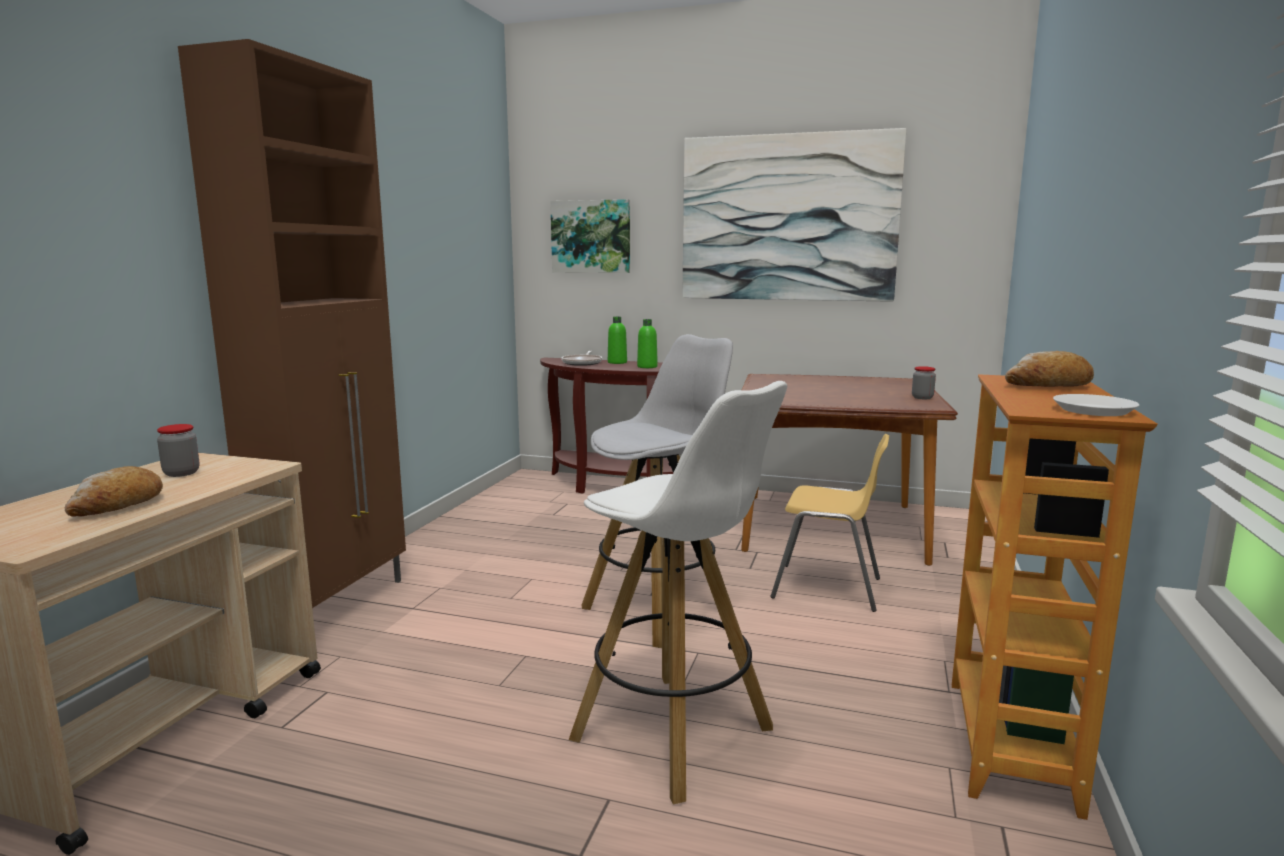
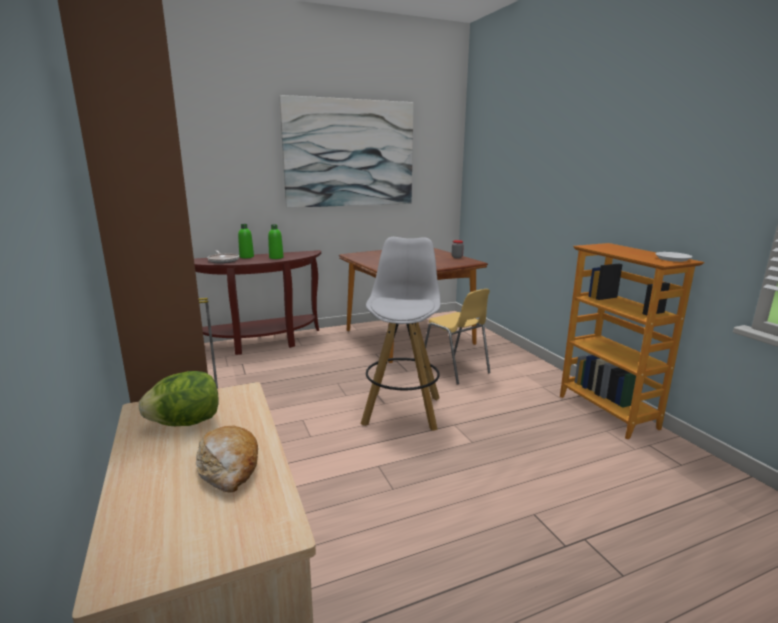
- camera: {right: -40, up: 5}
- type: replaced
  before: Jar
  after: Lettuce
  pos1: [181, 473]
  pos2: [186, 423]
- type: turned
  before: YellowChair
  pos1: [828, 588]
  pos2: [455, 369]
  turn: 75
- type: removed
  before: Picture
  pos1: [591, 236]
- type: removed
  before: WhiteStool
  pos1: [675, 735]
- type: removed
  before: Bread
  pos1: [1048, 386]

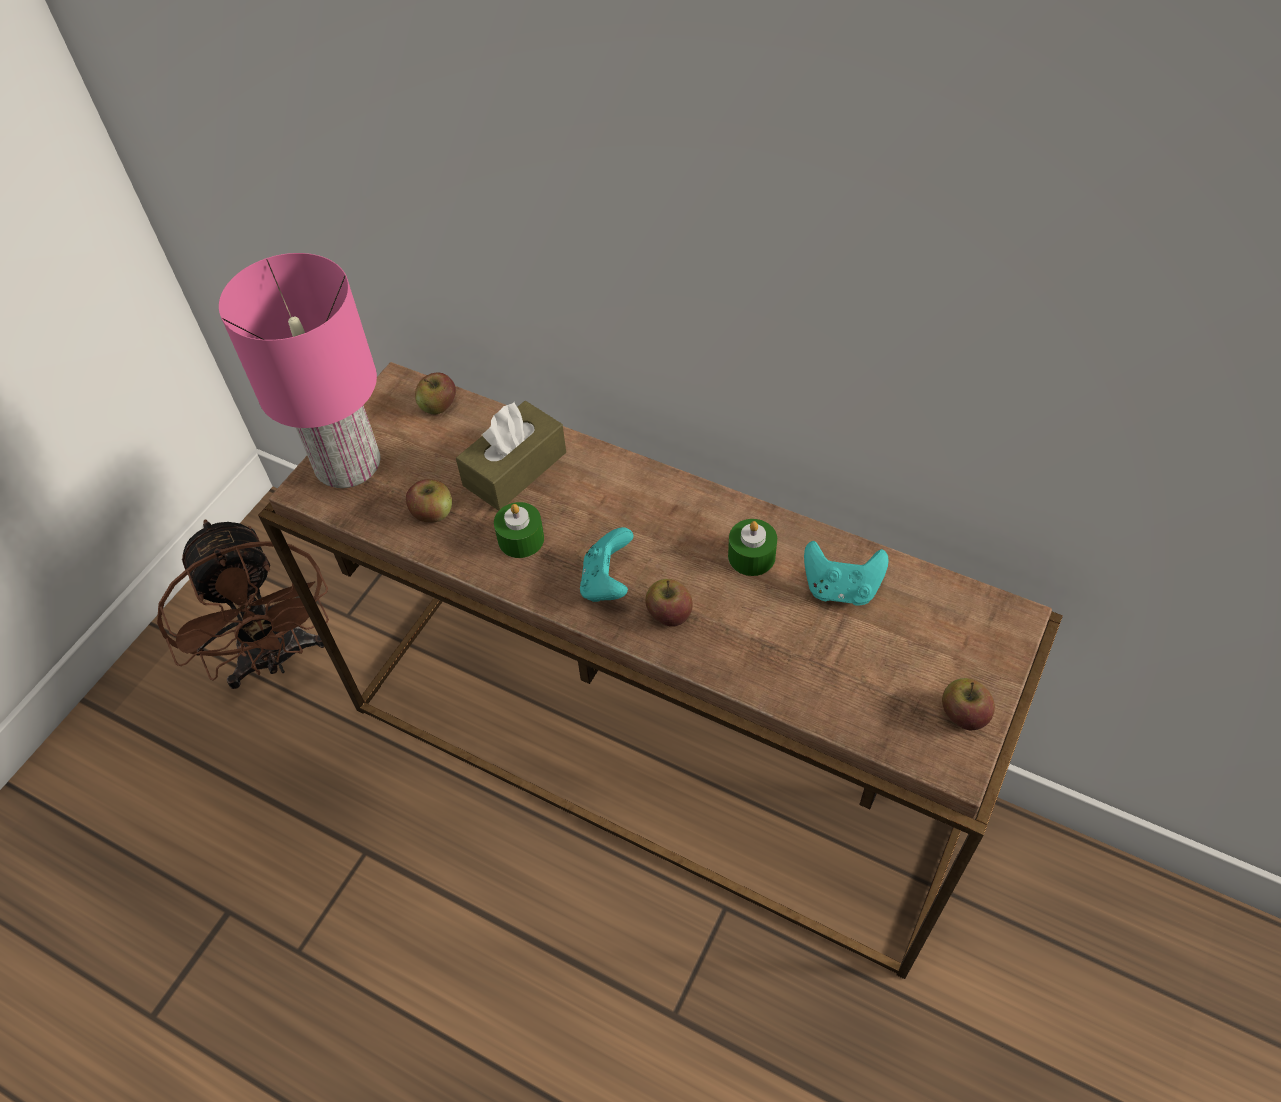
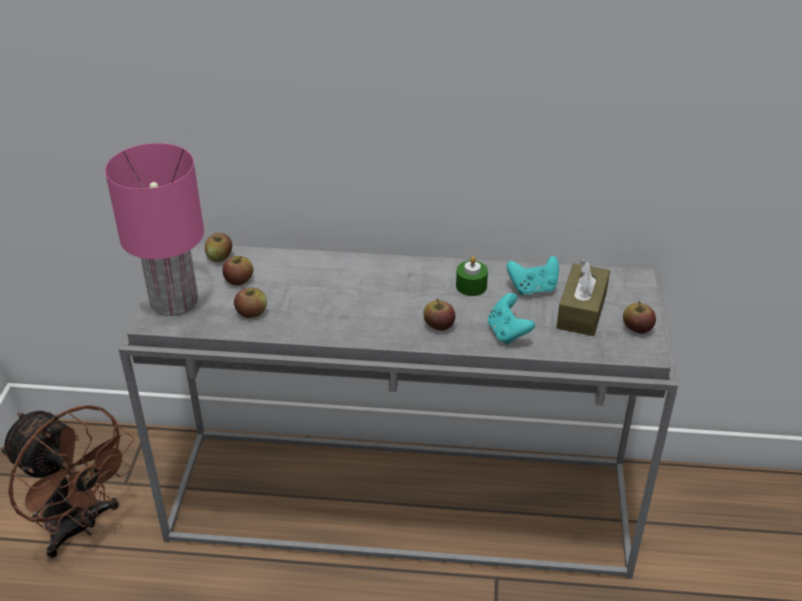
- camera: {right: -25, up: -15}
- type: recoloured
  before: BrownConsoleTable
  after: GreyConsoleTable
  pos1: [658, 752]
  pos2: [404, 500]
- type: added
  after: Apple
  pos2: [239, 280]
- type: moved
  before: TurquoiseGameController
  pos1: [607, 582]
  pos2: [507, 333]
- type: moved
  before: BrownTissueBox
  pos1: [515, 469]
  pos2: [581, 311]
- type: removed
  before: GreenCandle
  pos1: [521, 539]

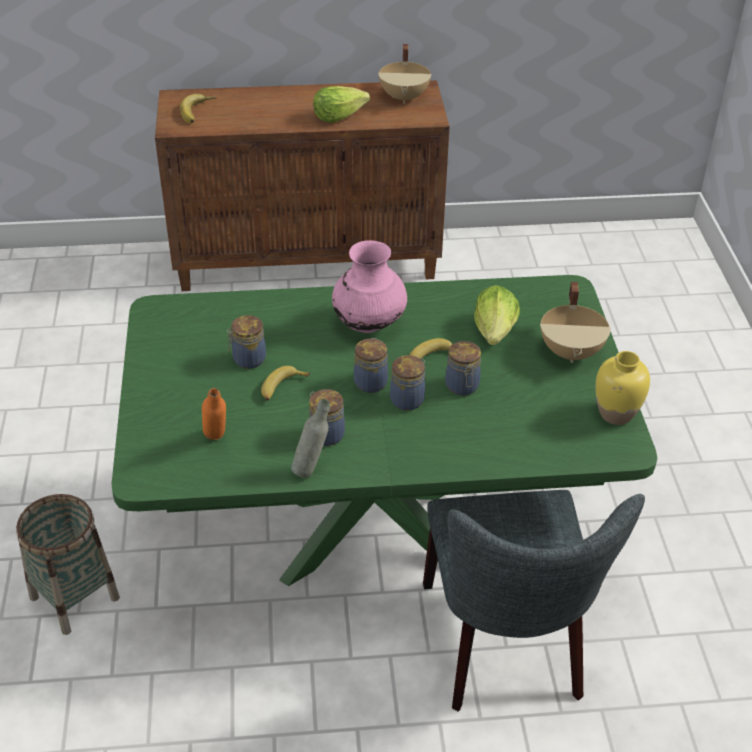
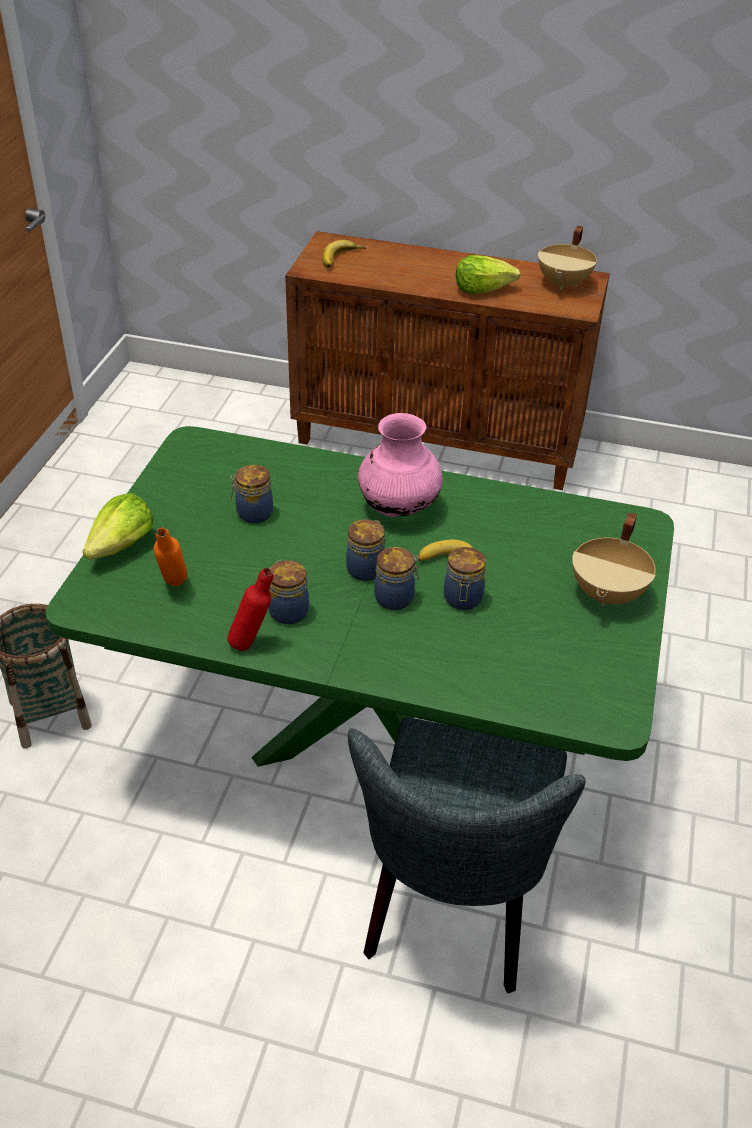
- camera: {right: 20, up: 0}
- type: moved
  before: Lettuce
  pos1: [495, 331]
  pos2: [122, 546]
- type: recoloured
  before: GreyBottle
  after: RedBottle
  pos1: [311, 469]
  pos2: [252, 643]
- type: removed
  before: Banana
  pos1: [281, 388]
- type: removed
  before: YellowVase
  pos1: [616, 414]

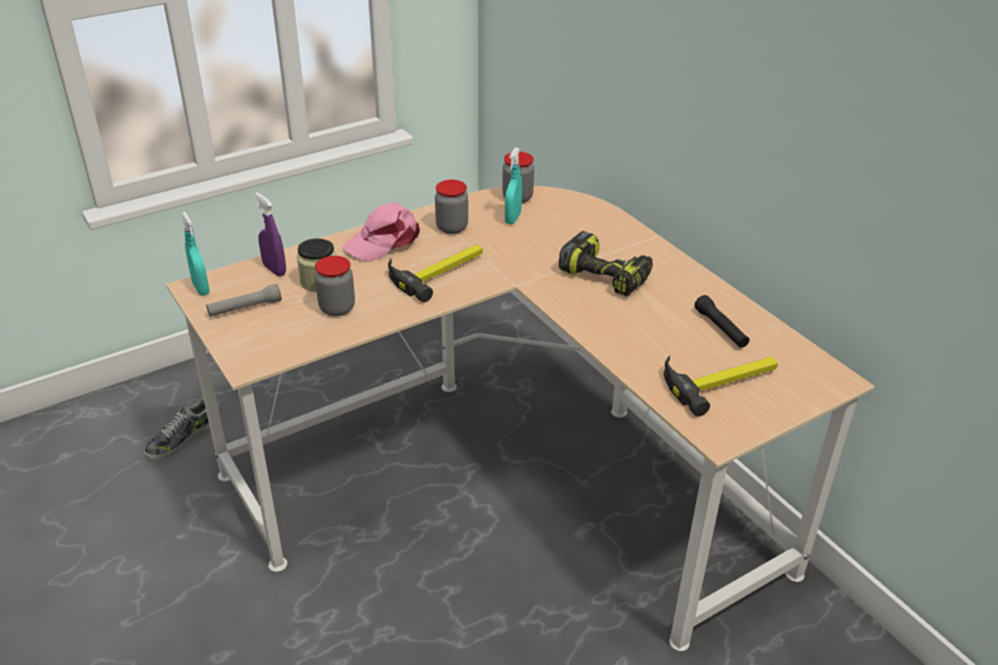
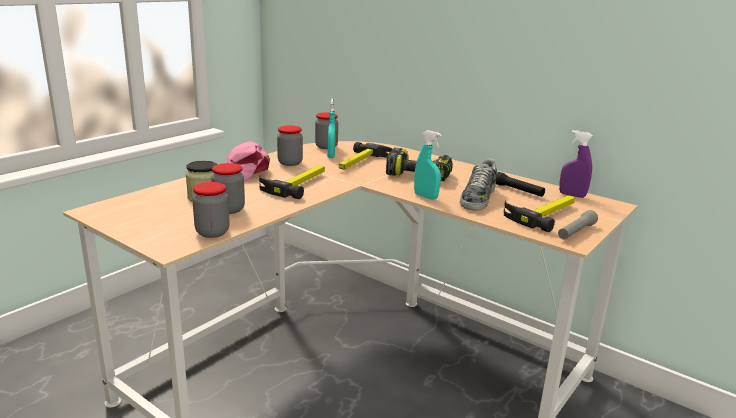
- camera: {right: -20, up: -15}
- type: added
  after: Jar
  pos2: [212, 232]
- type: added
  after: Hammer
  pos2: [361, 163]
- type: moved
  before: TurquoiseSprayBottle
  pos1: [201, 288]
  pos2: [426, 196]
- type: moved
  before: Shoe
  pos1: [182, 438]
  pos2: [477, 198]
- type: moved
  before: GreyFlashlight
  pos1: [245, 308]
  pos2: [576, 232]
- type: moved
  before: PurpleSprayBottle
  pos1: [274, 270]
  pos2: [572, 195]

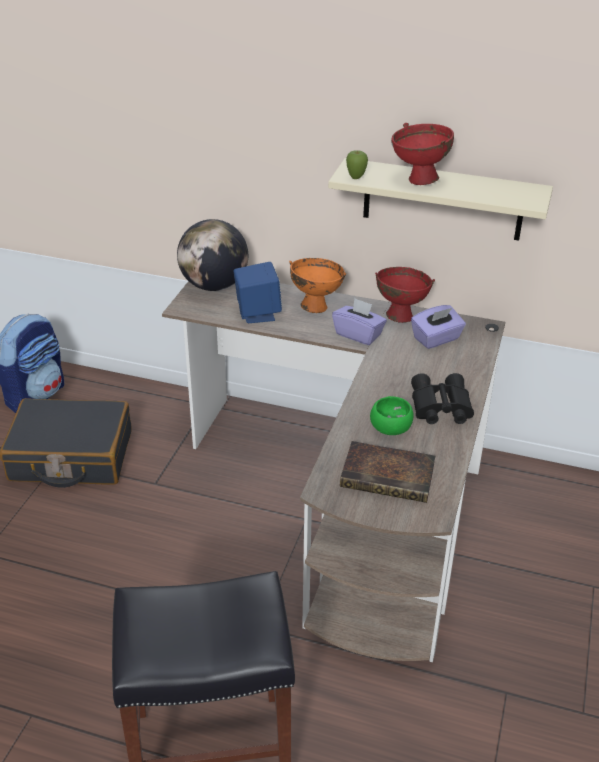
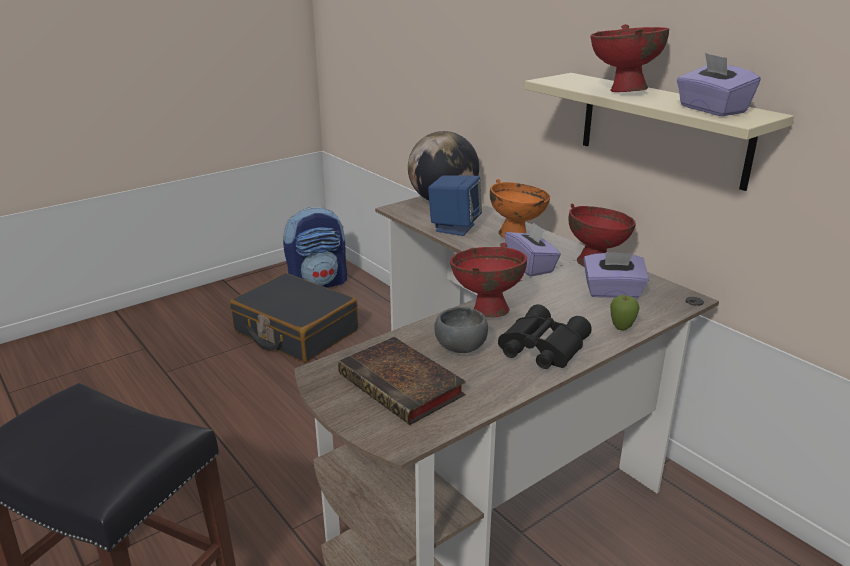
- camera: {right: 35, up: -10}
- type: recoloured
  before: GreenBowl
  after: GreyBowl
  pos1: [391, 429]
  pos2: [461, 348]
- type: added
  after: RedBowl
  pos2: [486, 311]
- type: moved
  before: Apple
  pos1: [356, 178]
  pos2: [621, 329]
- type: added
  after: PurpleTissueBox
  pos2: [711, 109]

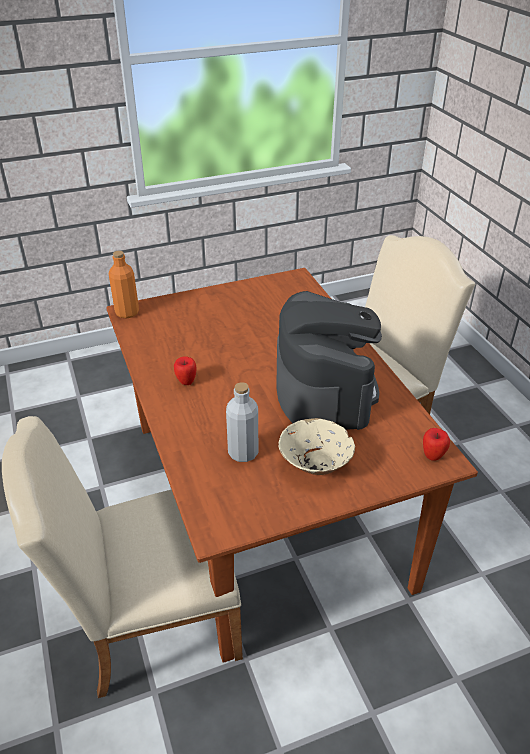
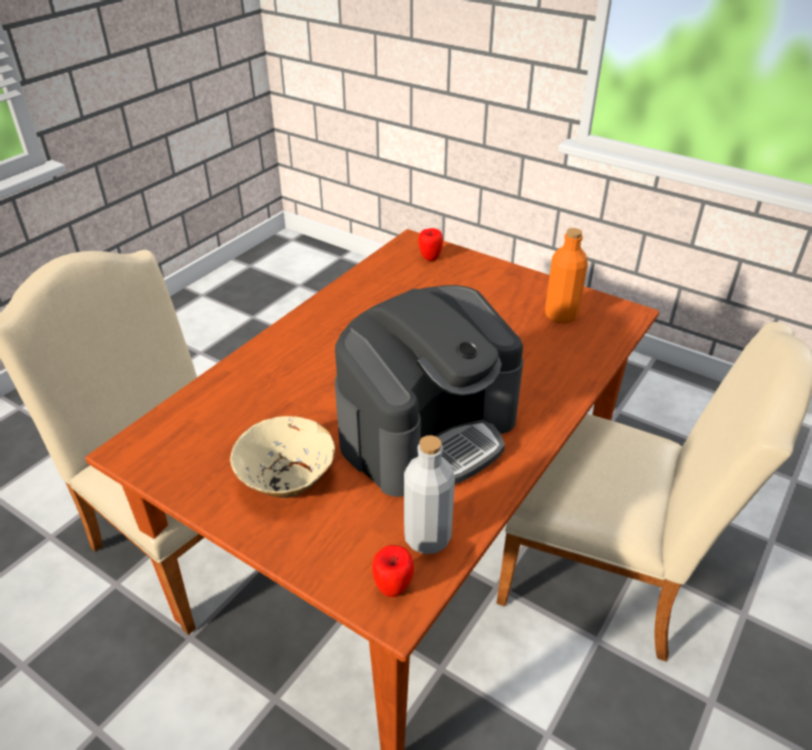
- camera: {right: 55, up: 0}
- type: moved
  before: GreyBottle
  pos1: [243, 453]
  pos2: [427, 537]
- type: moved
  before: Apple
  pos1: [186, 382]
  pos2: [430, 258]
- type: moved
  before: OrangeBottle
  pos1: [127, 312]
  pos2: [561, 315]

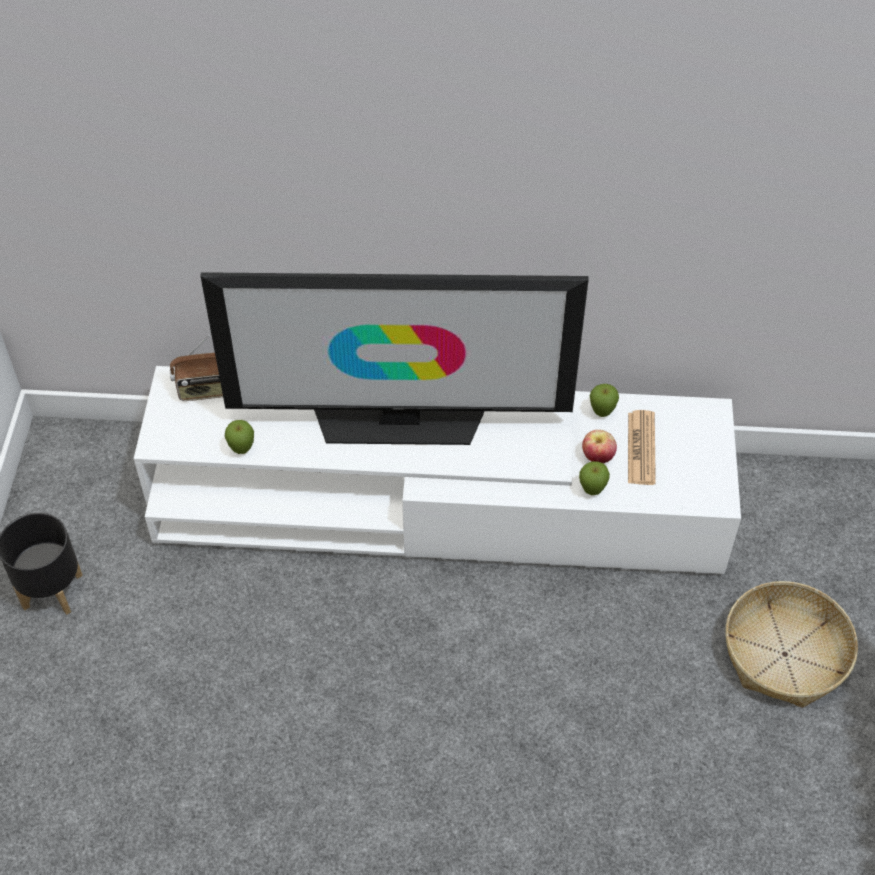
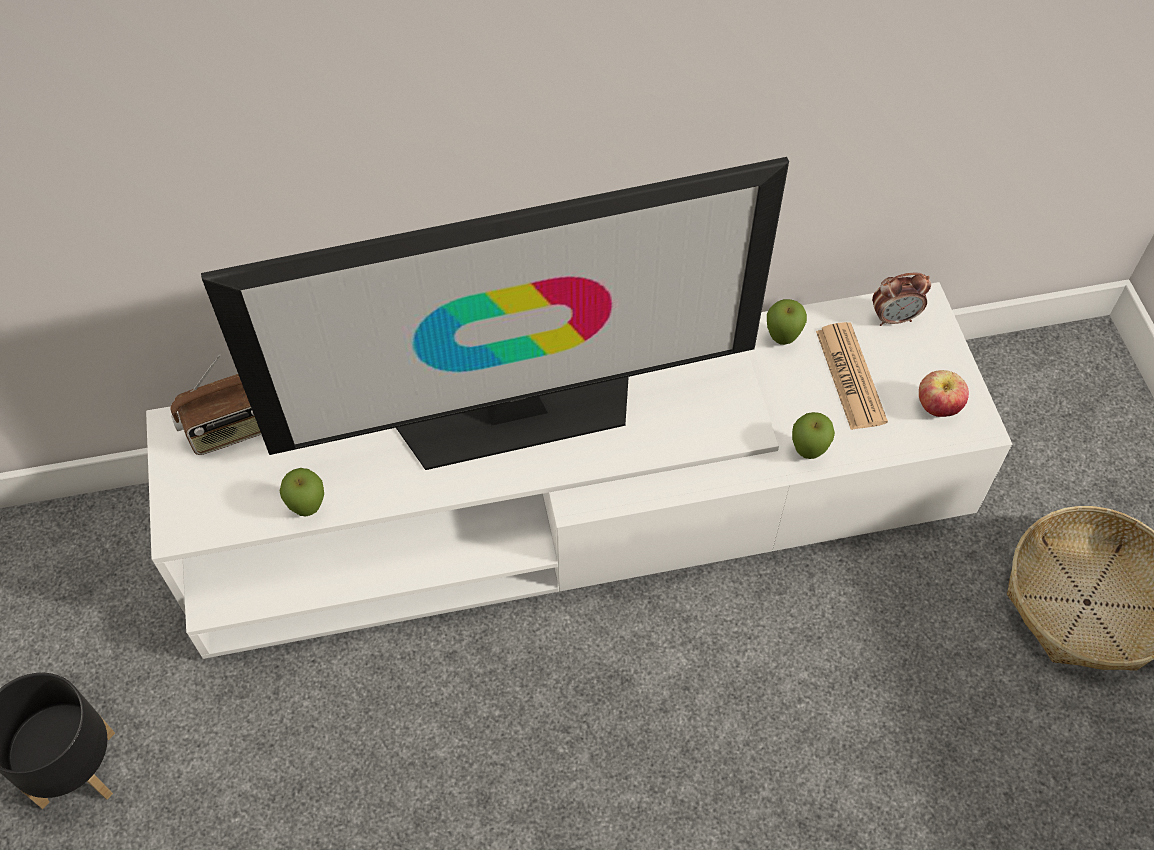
- camera: {right: -15, up: 5}
- type: added
  after: AlarmClock
  pos2: [894, 318]
- type: moved
  before: Apple
  pos1: [597, 457]
  pos2: [937, 407]

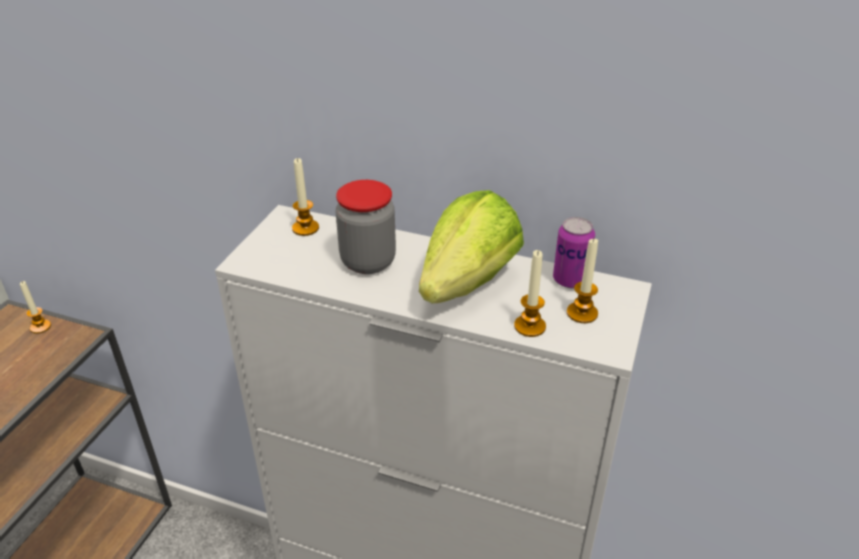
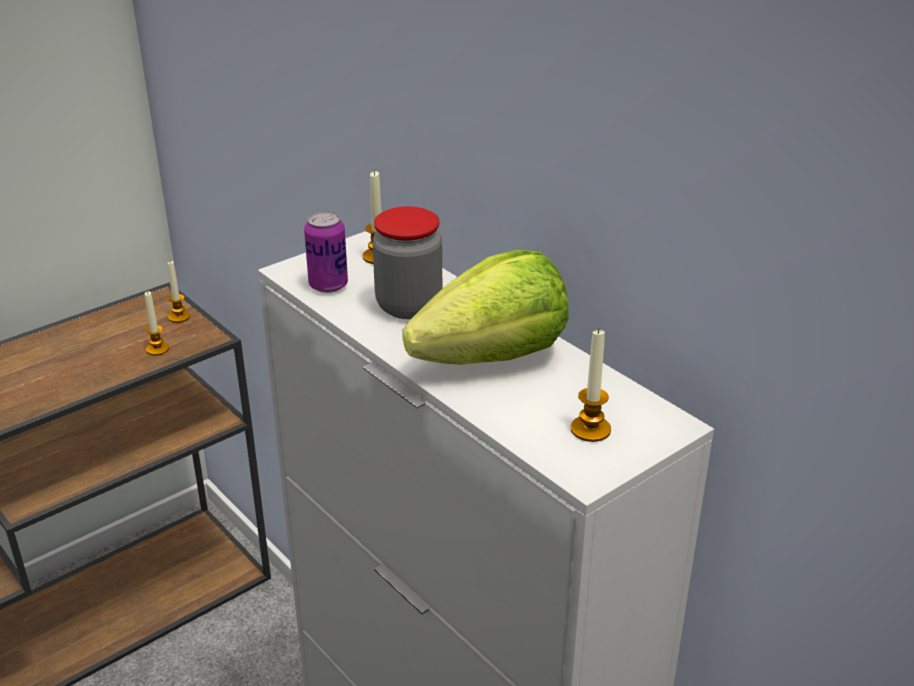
- camera: {right: 30, up: -5}
- type: moved
  before: Candle
  pos1: [529, 326]
  pos2: [157, 349]
- type: moved
  before: Can
  pos1: [570, 280]
  pos2: [328, 285]

